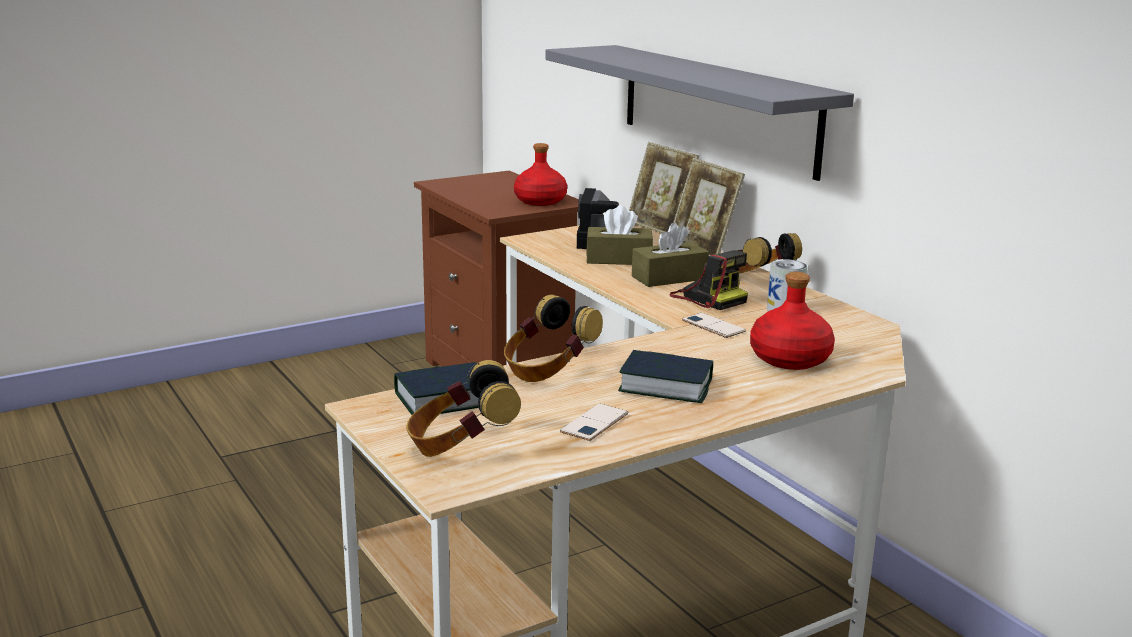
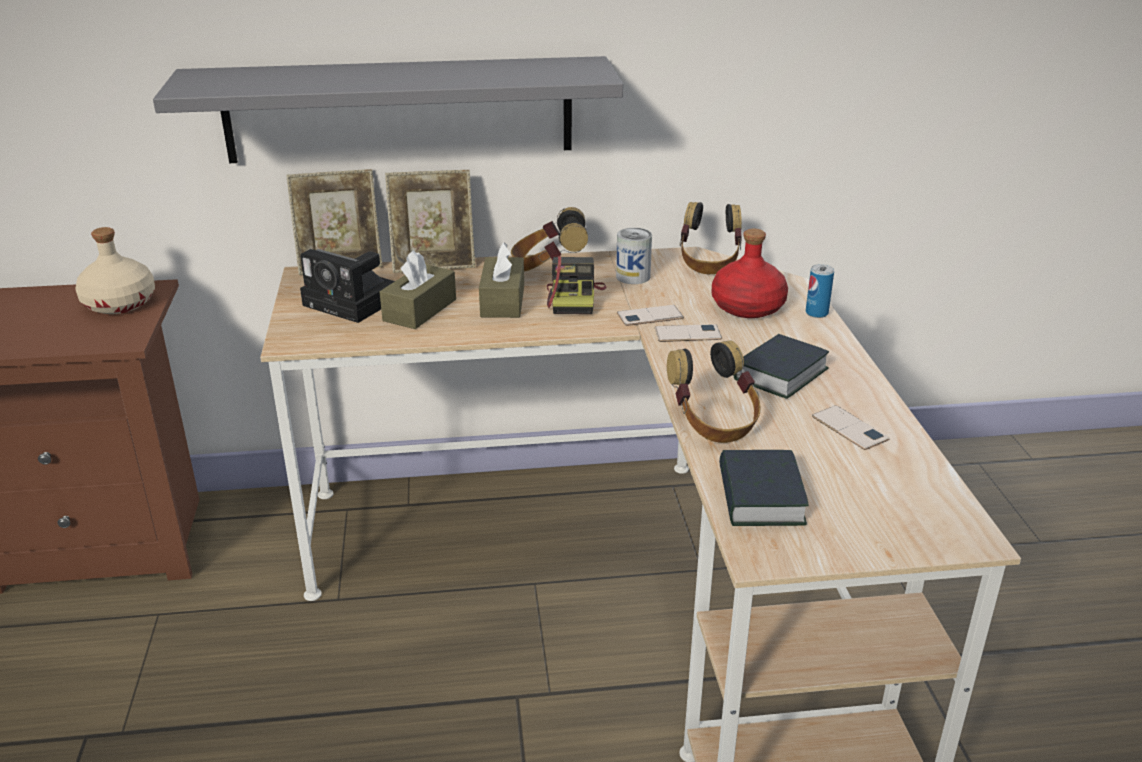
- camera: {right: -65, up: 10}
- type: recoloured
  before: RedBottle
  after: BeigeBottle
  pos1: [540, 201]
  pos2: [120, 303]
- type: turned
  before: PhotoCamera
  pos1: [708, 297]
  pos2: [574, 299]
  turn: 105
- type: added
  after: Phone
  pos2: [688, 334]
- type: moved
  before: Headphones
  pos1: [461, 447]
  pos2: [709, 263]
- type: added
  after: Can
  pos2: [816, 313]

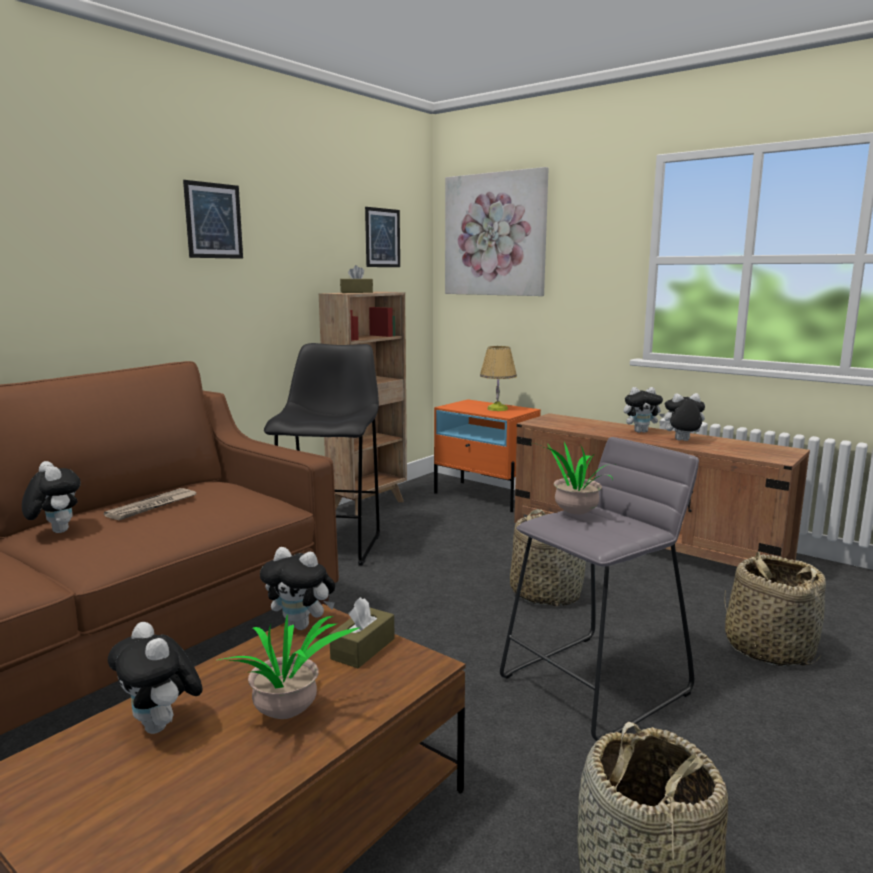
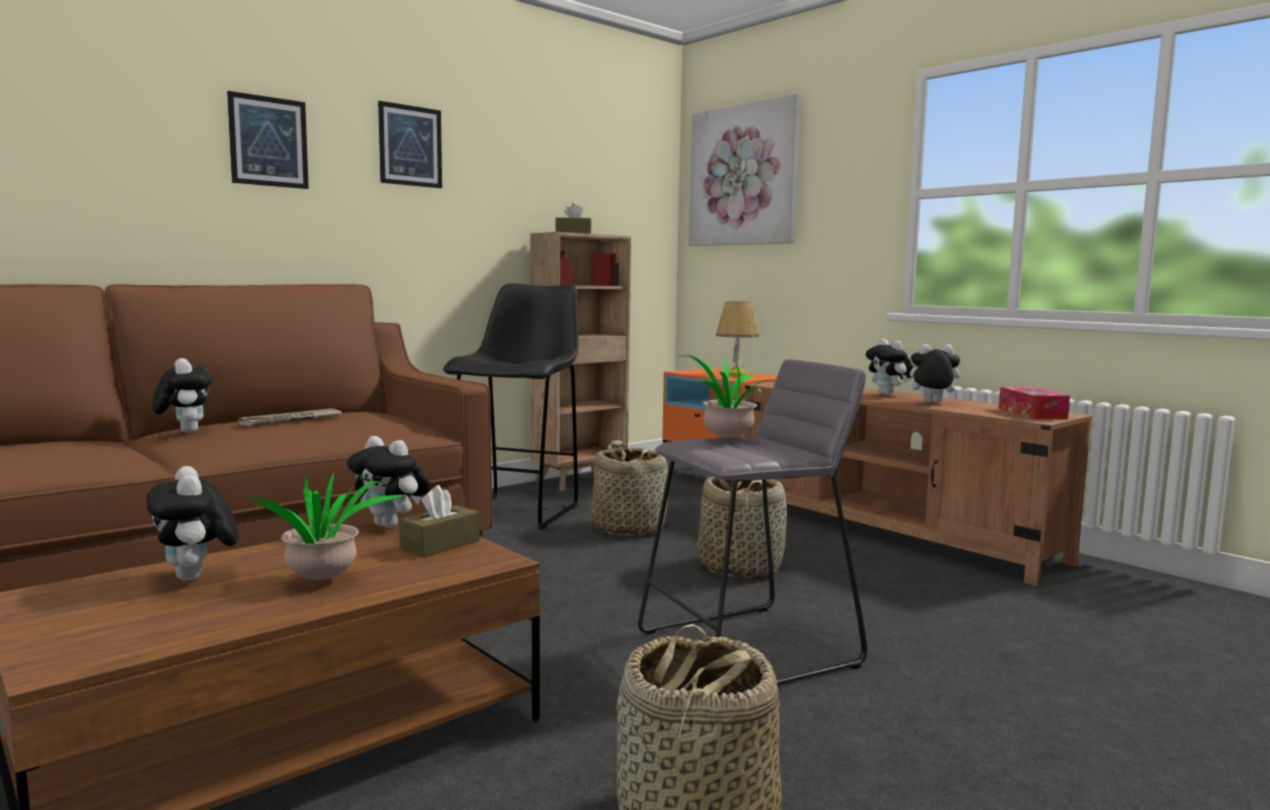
- camera: {right: 10, up: -5}
- type: moved
  before: Picture
  pos1: [382, 238]
  pos2: [268, 141]
- type: moved
  before: Basket
  pos1: [768, 648]
  pos2: [628, 528]
- type: turned
  before: PlushToy
  pos1: [641, 431]
  pos2: [889, 395]
  turn: 60
- type: added
  after: TissueBox
  pos2: [1031, 413]

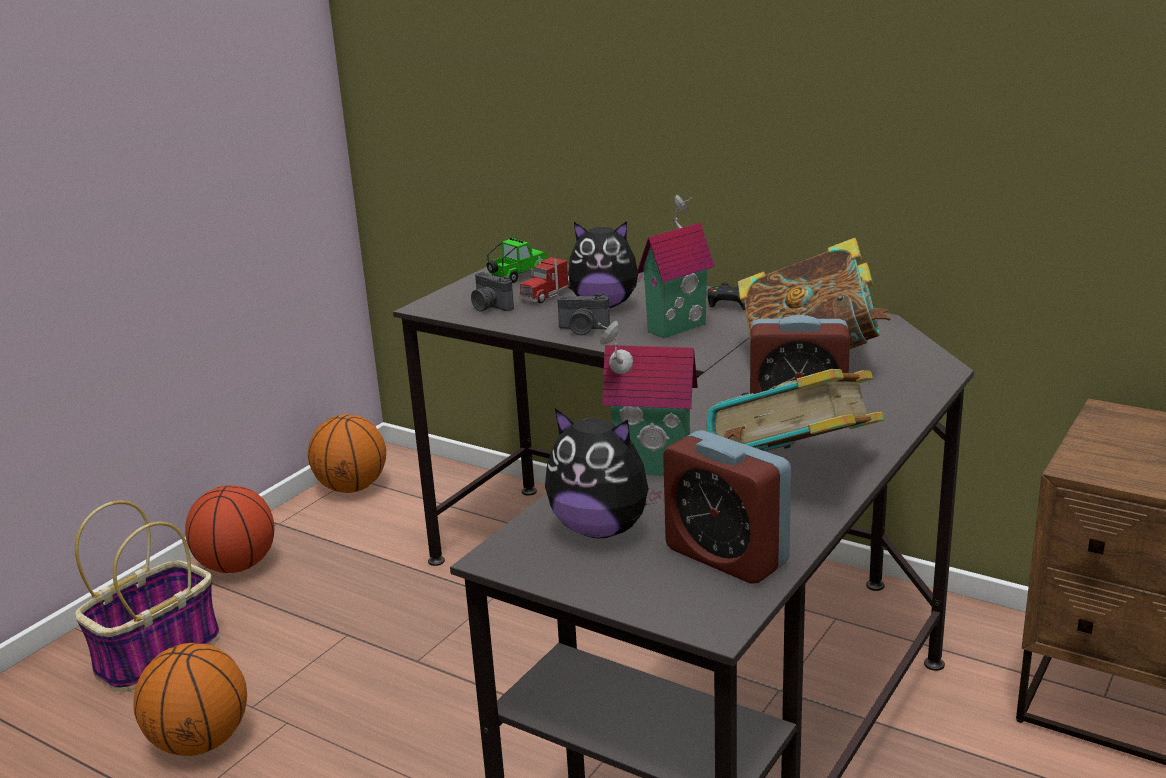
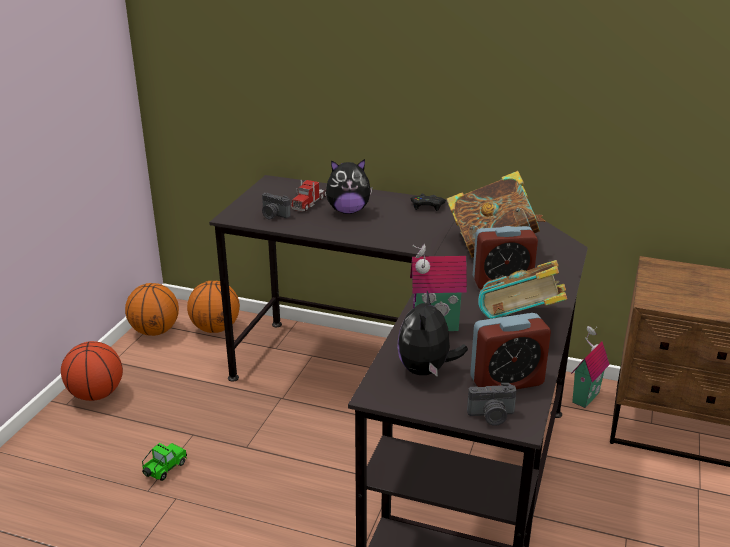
- camera: {right: -15, up: 5}
- type: moved
  before: ToyCar
  pos1: [516, 276]
  pos2: [164, 469]
- type: moved
  before: Basketball
  pos1: [201, 742]
  pos2: [216, 328]
- type: turned
  before: PlushToy
  pos1: [602, 529]
  pos2: [426, 370]
  turn: 90
- type: moved
  before: PhotoCamera
  pos1: [583, 329]
  pos2: [491, 416]
- type: turned
  before: AlarmClock
  pos1: [726, 556]
  pos2: [506, 381]
  turn: -45
- type: moved
  before: ToyHouse
  pos1: [674, 326]
  pos2: [583, 396]
- type: removed
  before: Basket
  pos1: [159, 653]

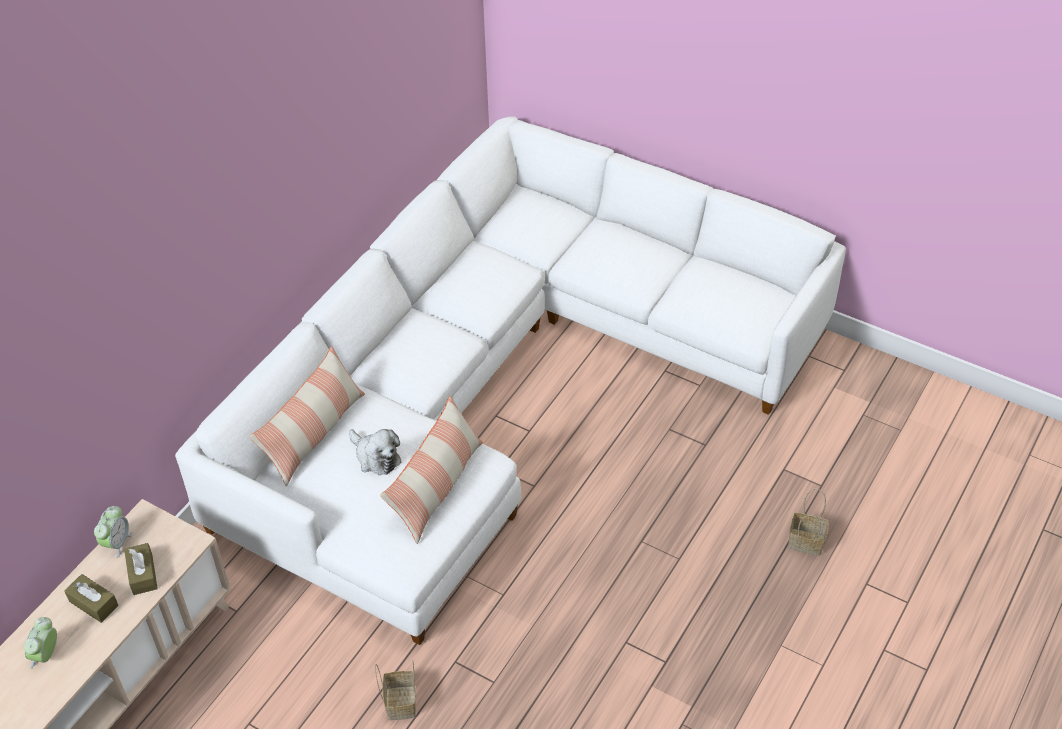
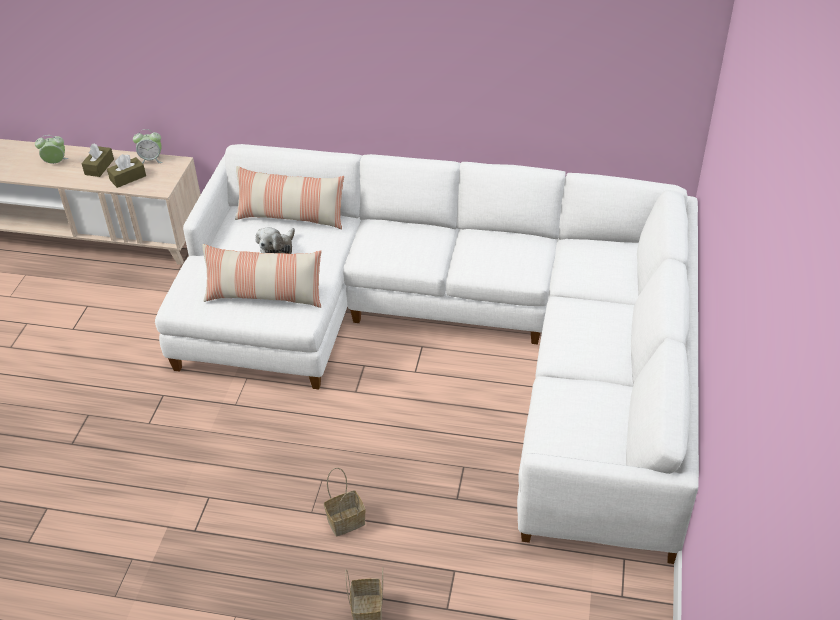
- camera: {right: 70, up: -5}
- type: moved
  before: Basket
  pos1: [400, 702]
  pos2: [347, 520]

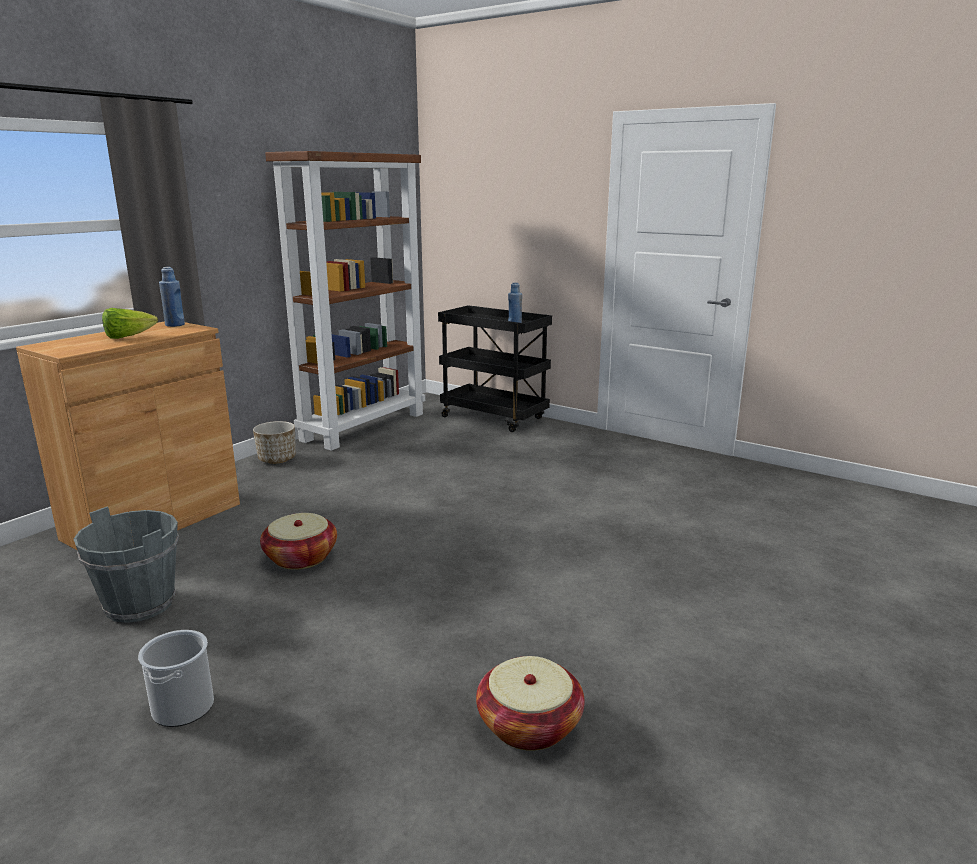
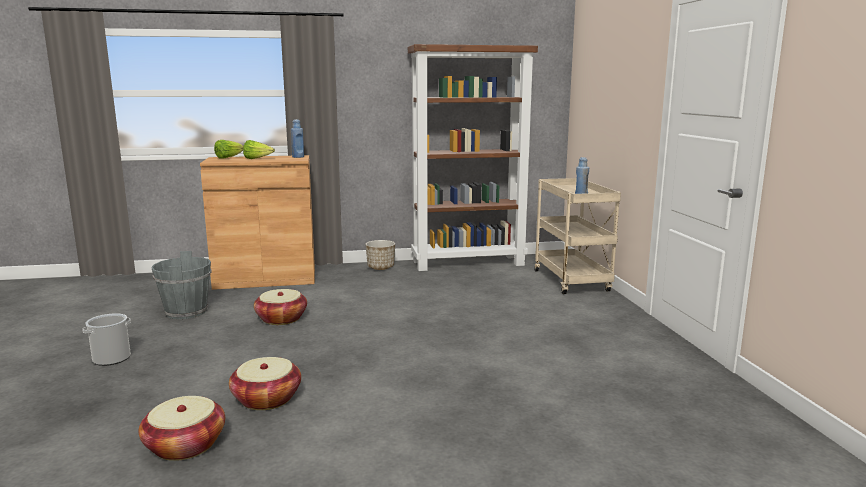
- camera: {right: 45, up: -5}
- type: added
  after: Lettuce
  pos2: [228, 158]
- type: added
  after: Basket
  pos2: [267, 399]
- type: recoloured
  before: BlackCart
  after: BeigeCart
  pos1: [495, 418]
  pos2: [572, 281]

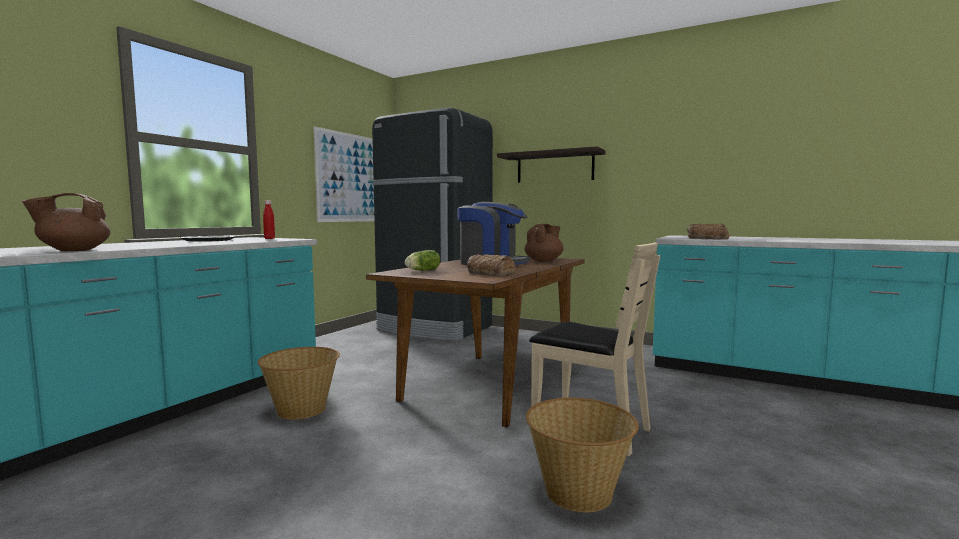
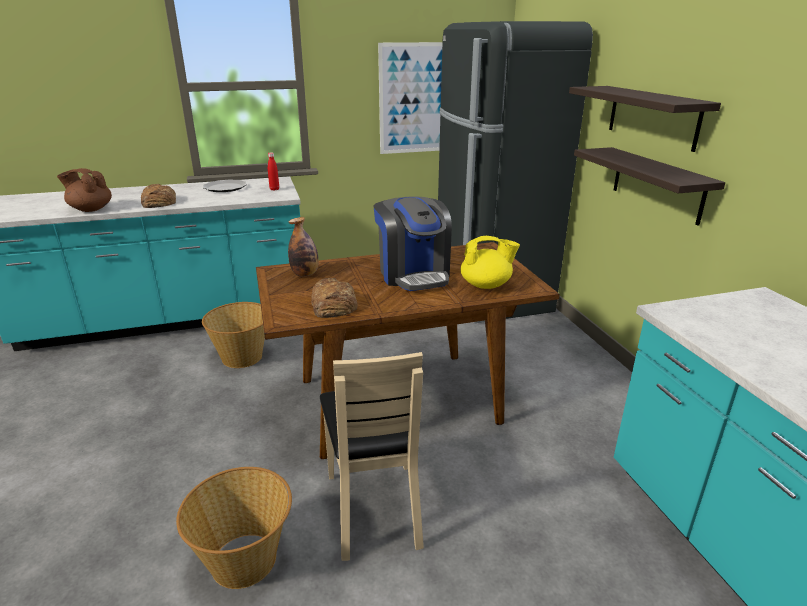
- camera: {right: 45, up: 20}
- type: moved
  before: Bread
  pos1: [707, 238]
  pos2: [158, 202]
- type: replaced
  before: Lettuce
  after: Bottle
  pos1: [421, 270]
  pos2: [305, 274]
- type: recoloured
  before: BrownTeapot
  after: YellowTeapot
  pos1: [544, 261]
  pos2: [486, 285]
- type: added
  after: Shelf
  pos2: [657, 184]

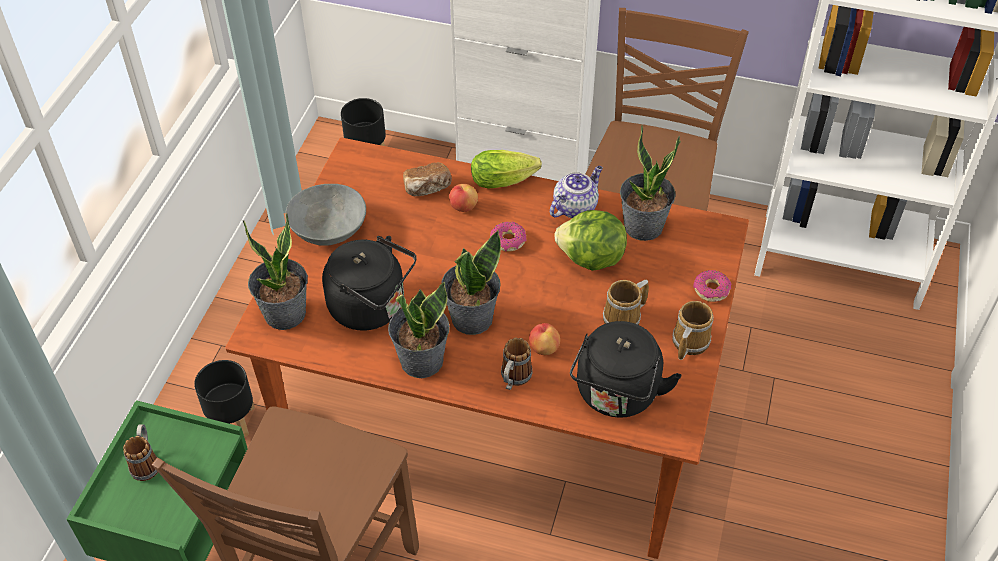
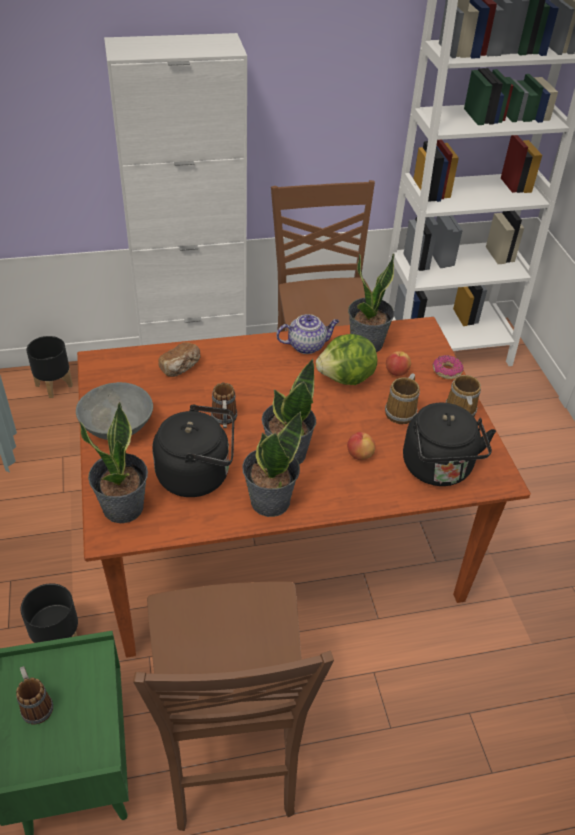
- camera: {right: -30, up: -5}
- type: moved
  before: Mug
  pos1: [513, 379]
  pos2: [224, 421]
- type: turned
  before: Teapot
  pos1: [575, 207]
  pos2: [307, 345]
  turn: 60
- type: moved
  before: Apple
  pos1: [463, 207]
  pos2: [396, 372]
- type: removed
  before: Lettuce
  pos1: [506, 180]
- type: removed
  before: Donut
  pos1: [508, 241]

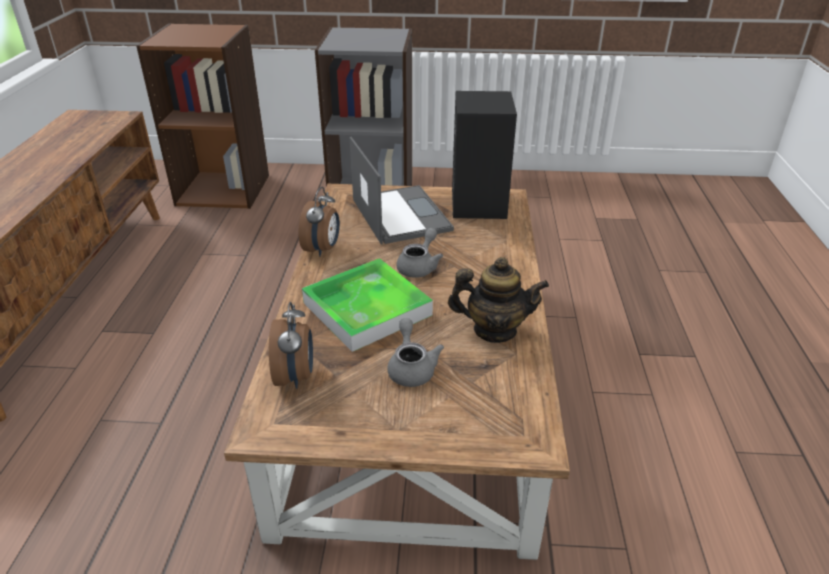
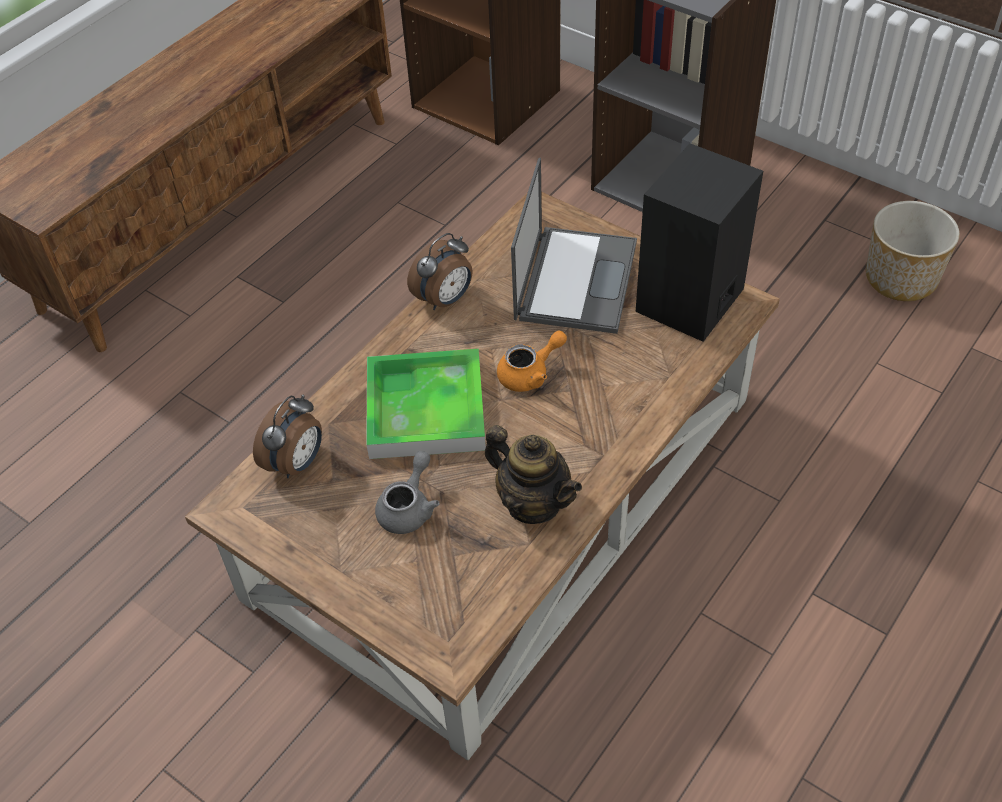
- camera: {right: 35, up: 15}
- type: recoloured
  before: GreyTeapot
  after: OrangeTeapot
  pos1: [419, 266]
  pos2: [530, 374]
- type: added
  after: Planter
  pos2: [901, 278]

